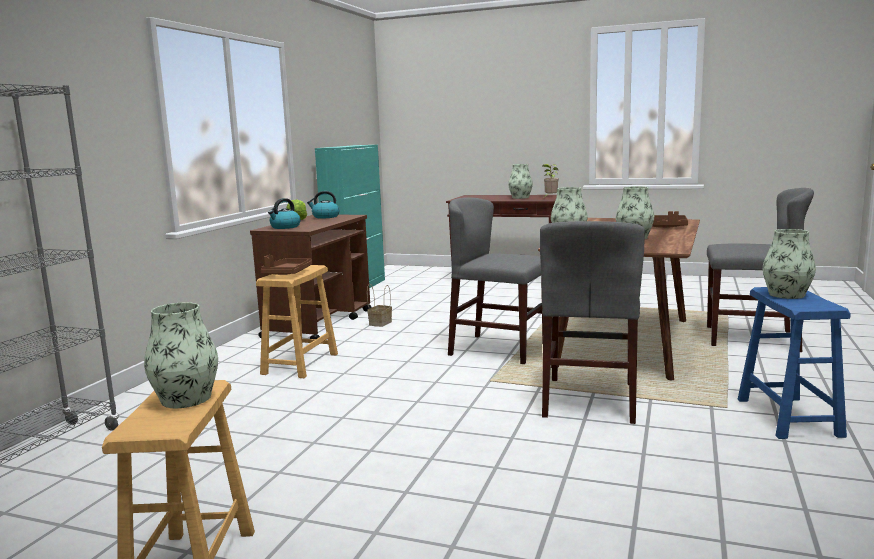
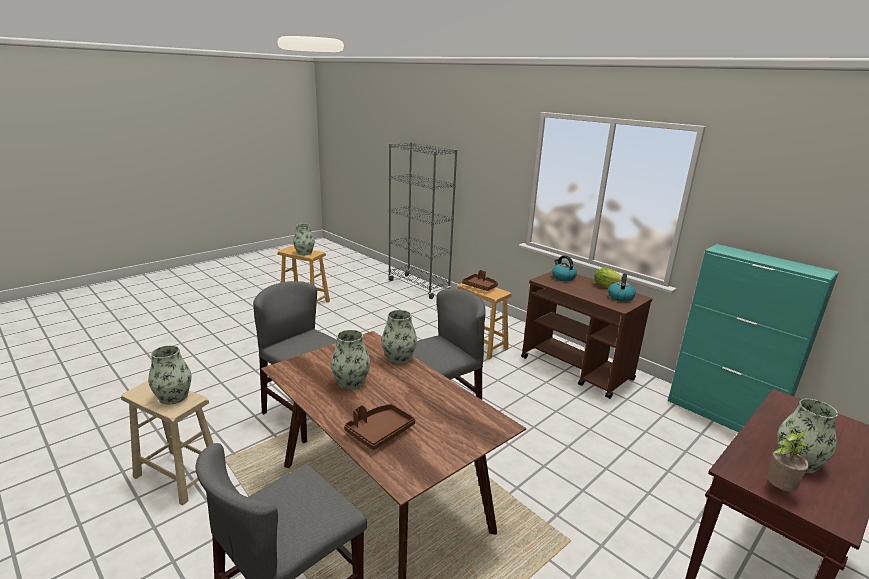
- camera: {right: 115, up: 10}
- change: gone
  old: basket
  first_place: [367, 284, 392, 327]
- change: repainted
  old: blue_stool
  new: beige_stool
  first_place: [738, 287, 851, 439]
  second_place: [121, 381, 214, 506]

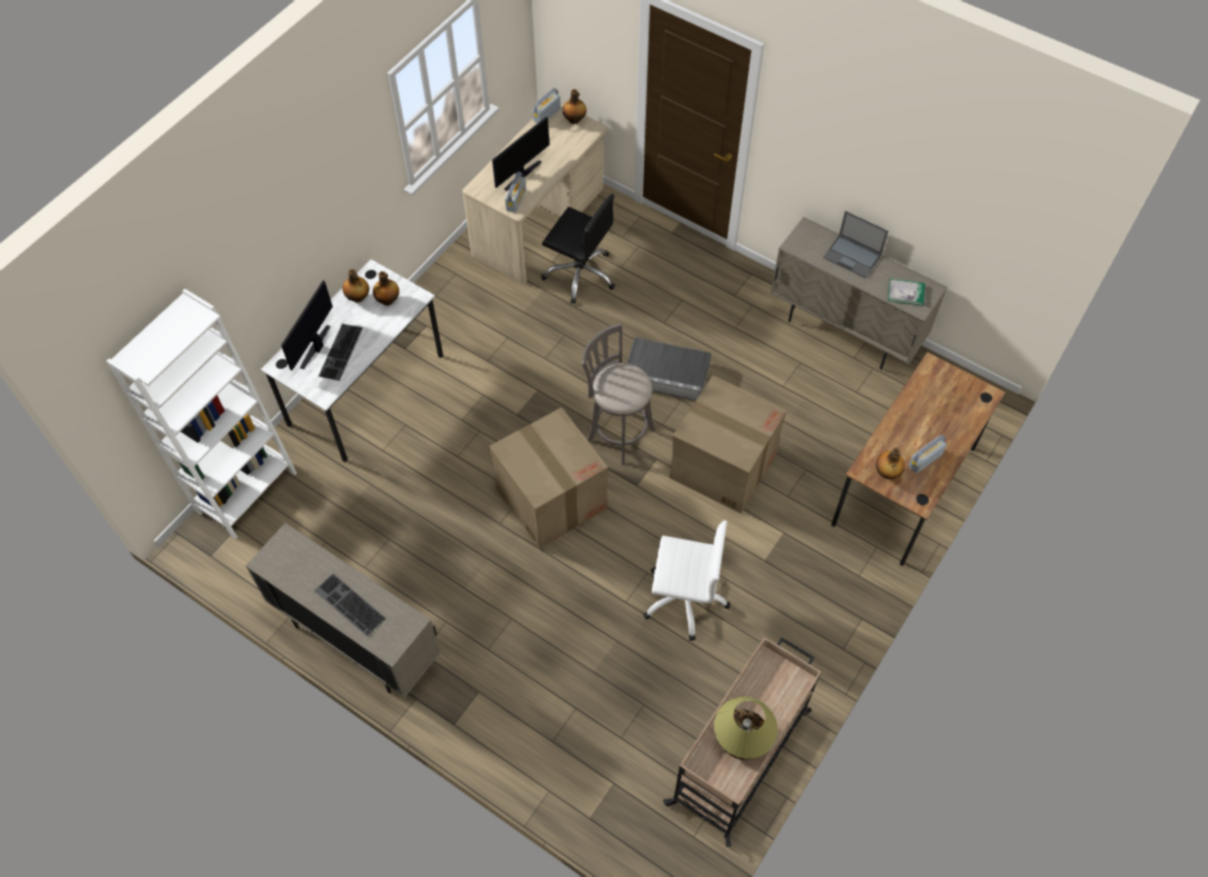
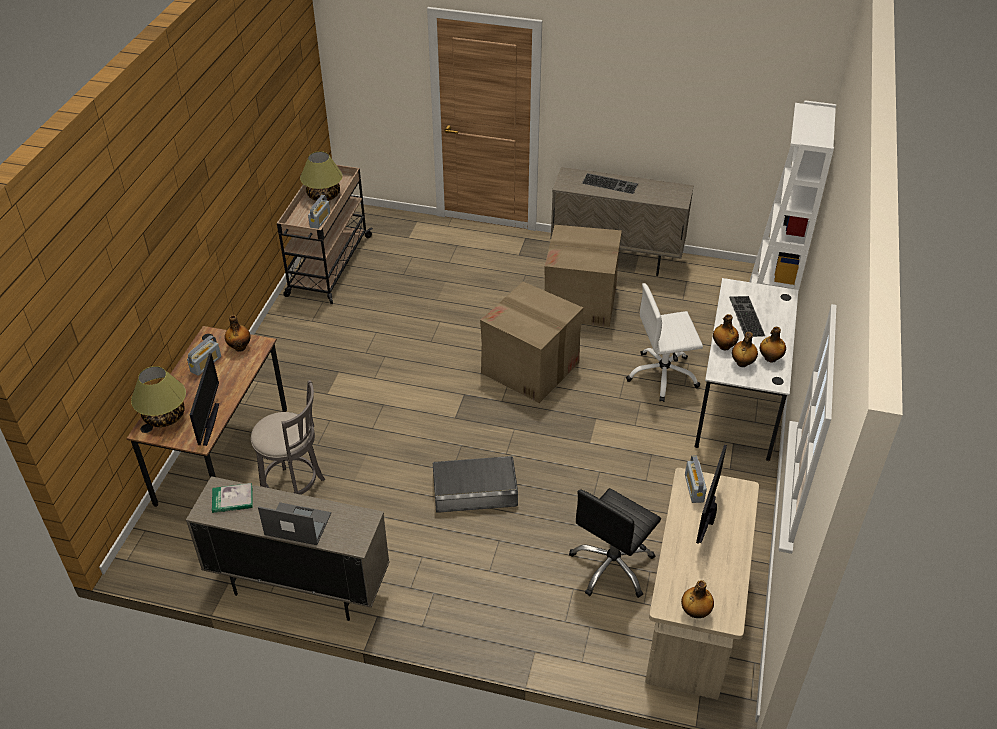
- camera: {right: 160, up: -15}
- change: shifted
  old: radio
  first_place: [533, 88, 561, 123]
  second_place: [308, 195, 330, 229]
- change: rotated
  old: black_office_chair
  first_place: [541, 194, 615, 304]
  second_place: [569, 488, 661, 598]
  degrees: -60
- change: shifted
  old: monitor
  first_place: [281, 281, 333, 370]
  second_place: [190, 353, 219, 446]
- change: shifted
  old: grey_stool
  first_place: [582, 324, 655, 465]
  second_place: [251, 380, 326, 495]
- change: shifted
  old: cardboard_box
  first_place: [669, 375, 787, 514]
  second_place: [545, 225, 622, 327]
- change: shifted
  old: white_office_chair
  first_place: [643, 520, 730, 641]
  second_place: [626, 283, 703, 402]
- change: new
  new: bottle
  second_place: [713, 314, 739, 350]
- change: new
  new: table_lamp
  second_place: [131, 366, 186, 427]

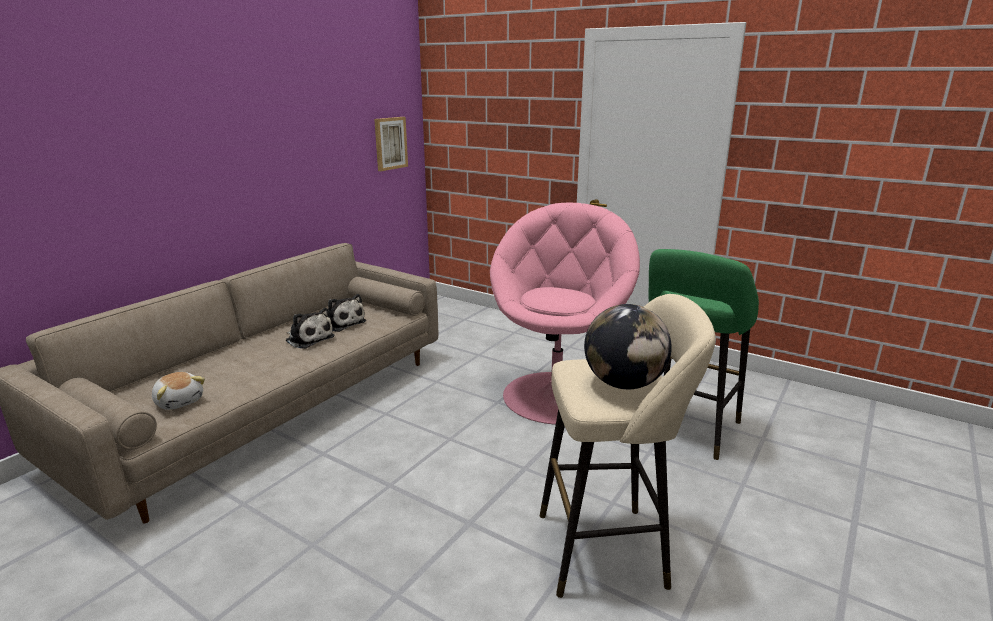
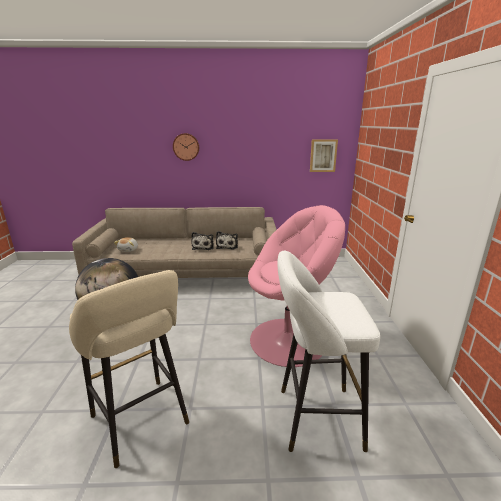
- camera: {right: 55, up: 0}
- change: repainted
  old: green_stool
  new: white_stool
  first_place: [649, 249, 759, 460]
  second_place: [277, 251, 380, 452]
- change: new
  new: wall_clock
  second_place: [173, 133, 199, 161]

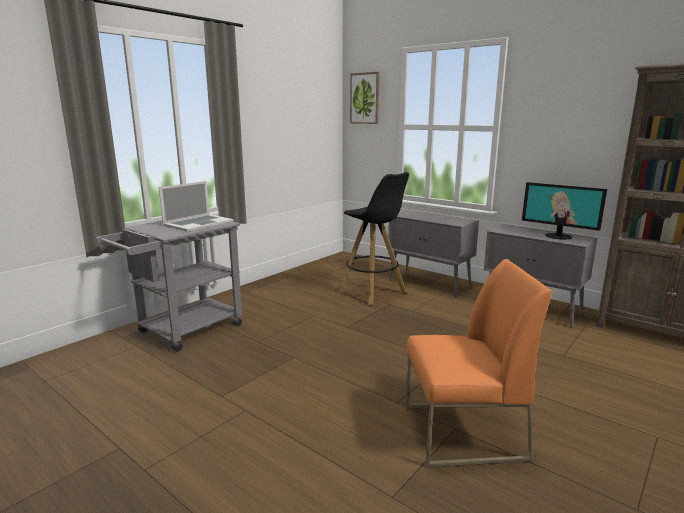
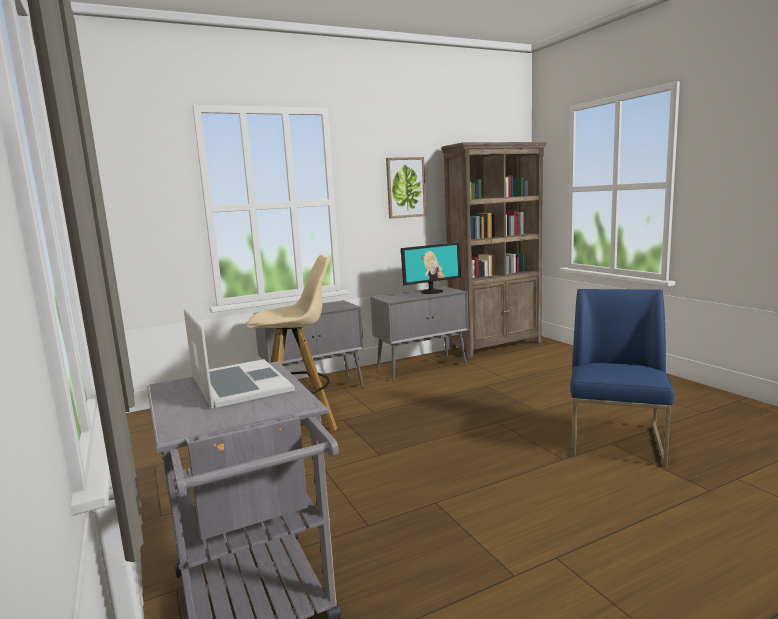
- camera: {right: -65, up: -5}
- change: shifted
  old: picture
  first_place: [350, 72, 380, 124]
  second_place: [386, 157, 426, 219]
- change: repainted
  old: black_stool
  new: beige_stool
  first_place: [338, 172, 409, 305]
  second_place: [247, 255, 337, 431]
- change: repainted
  old: orange_chair
  new: blue_chair
  first_place: [406, 259, 553, 467]
  second_place: [570, 289, 674, 467]

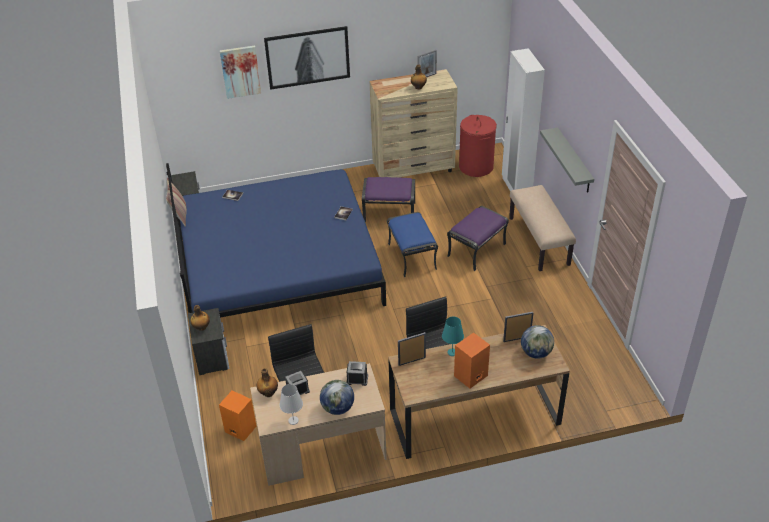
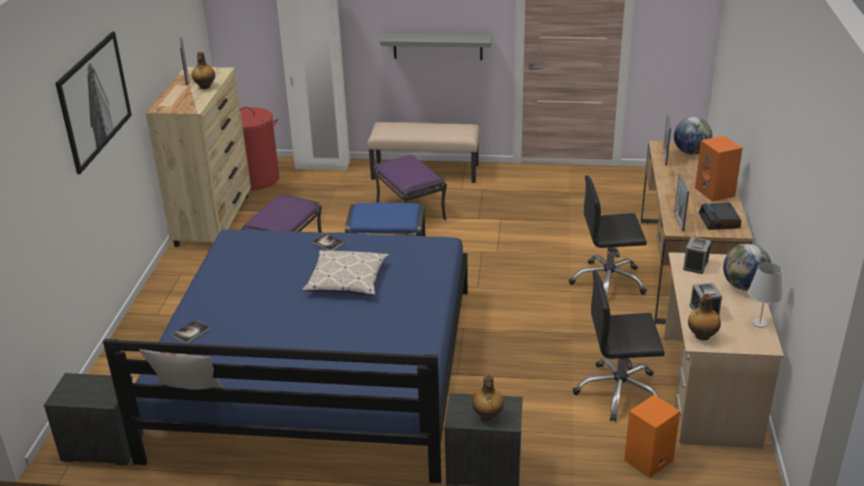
- camera: {right: -70, up: -10}
- change: gone
  old: picture
  first_place: [220, 45, 261, 99]
- change: gone
  old: turquoise_table_lamp
  first_place: [442, 317, 464, 356]
- change: new
  new: alarm_clock
  second_place: [699, 203, 742, 230]
- change: new
  new: pillow
  second_place: [303, 250, 389, 296]

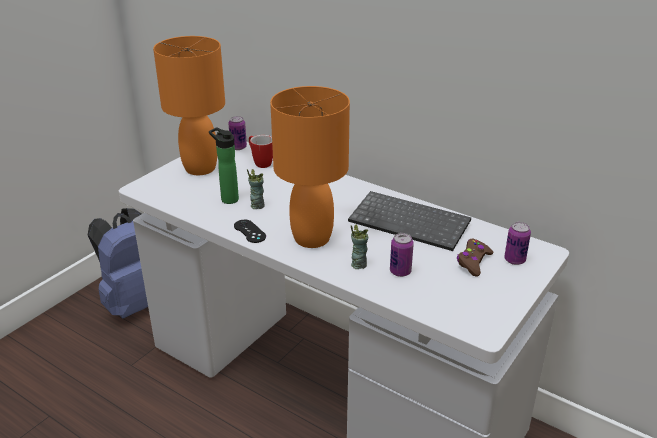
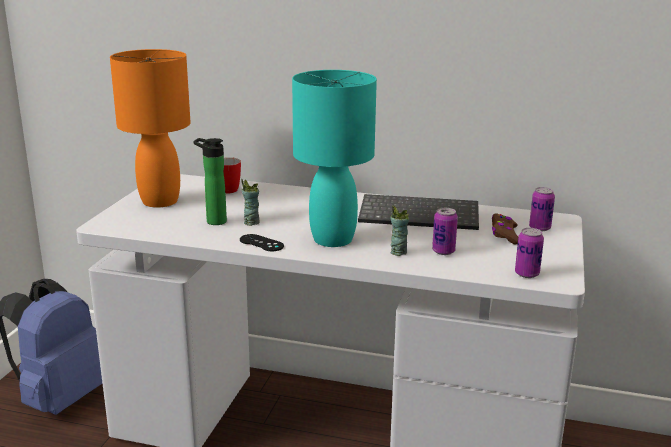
- camera: {right: -20, up: -10}
- change: repainted
  old: orange_table_lamp
  new: turquoise_table_lamp
  first_place: [270, 86, 350, 248]
  second_place: [292, 70, 377, 247]
- change: shifted
  old: can
  first_place: [228, 116, 247, 150]
  second_place: [515, 228, 544, 278]

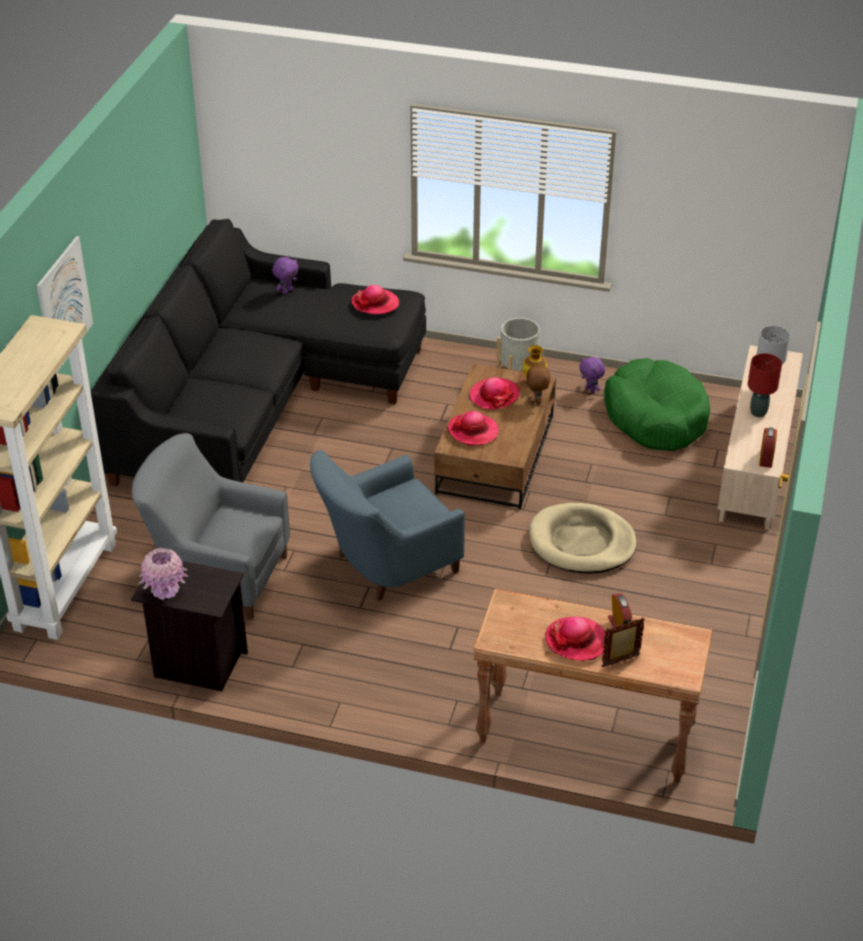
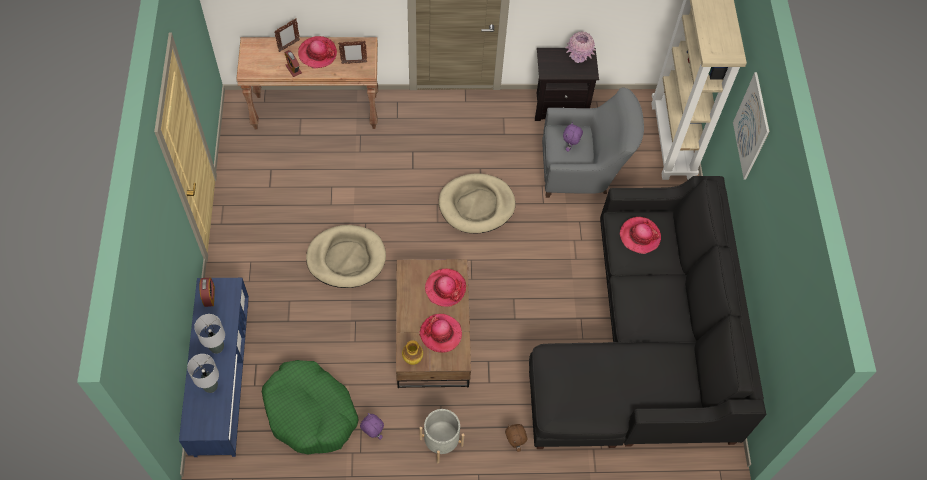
- camera: {right: 160, up: 20}
- change: shifted
  old: purple_plush_toy
  first_place: [272, 257, 299, 294]
  second_place: [563, 122, 583, 152]
- change: shifted
  old: hat
  first_place: [351, 285, 399, 314]
  second_place: [620, 217, 661, 254]
- change: repainted
  old: beige_tv_stand
  new: blue_tv_stand
  first_place: [718, 345, 803, 530]
  second_place: [179, 278, 249, 457]
- change: repainted
  old: red_table_lamp
  new: grey_table_lamp
  first_place: [748, 353, 782, 417]
  second_place: [194, 314, 225, 354]
- change: shifted
  old: brown_plush_toy
  first_place: [527, 364, 551, 405]
  second_place: [505, 424, 527, 452]
- change: swapped
  old: blue_armchair
  new: beige_dog_bed
  first_place: [310, 450, 465, 601]
  second_place: [439, 173, 516, 234]
- change: new
  new: picture_frame
  second_place: [338, 40, 367, 64]

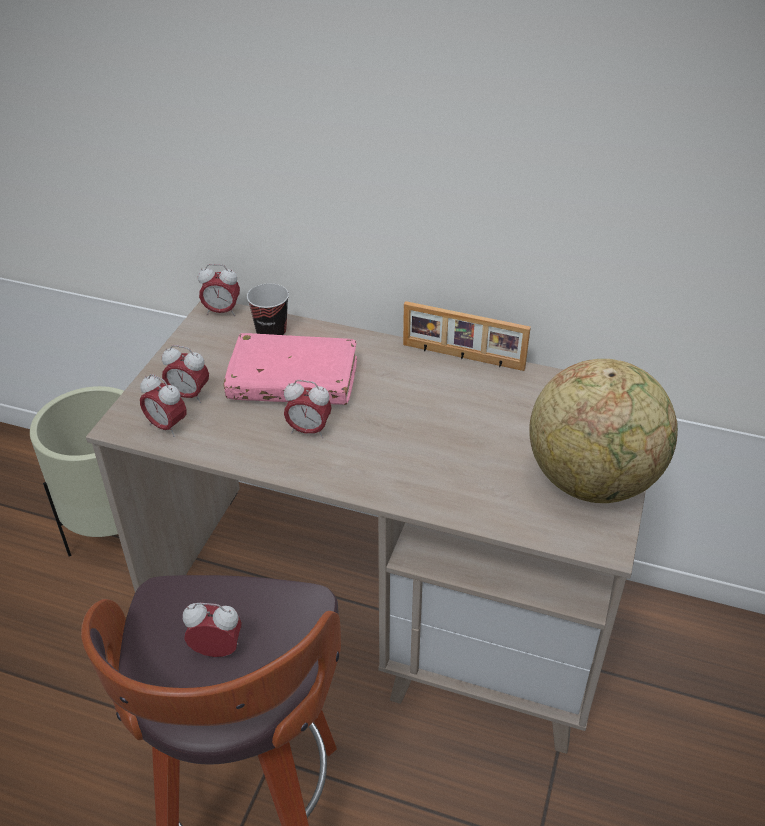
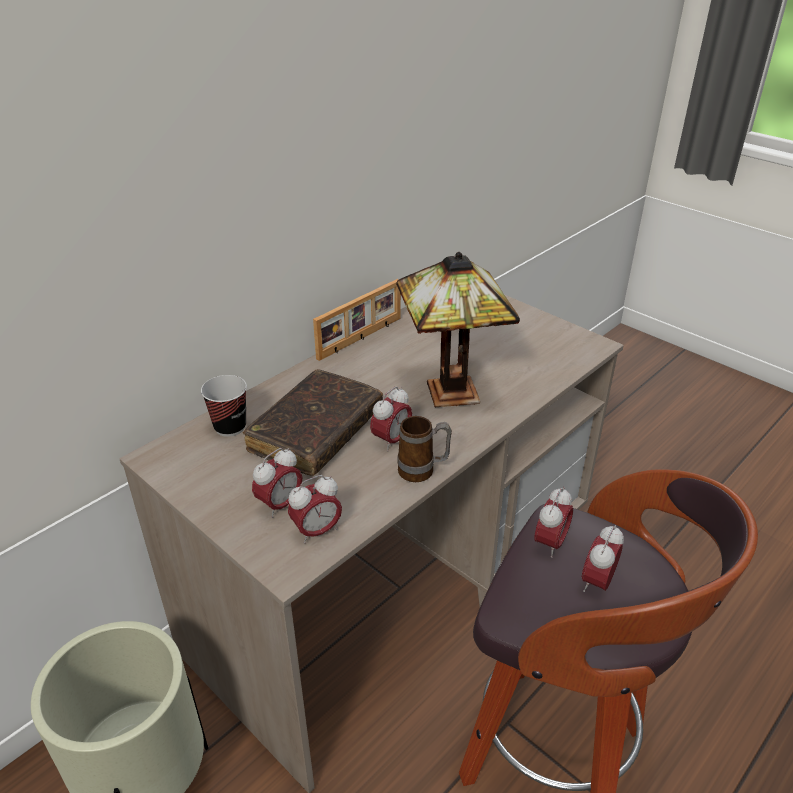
- camera: {right: -65, up: -5}
- change: shifted
  old: alarm_clock
  first_place: [198, 264, 240, 316]
  second_place: [534, 487, 573, 558]
- change: repainted
  old: pink_book
  new: brown_book
  first_place: [224, 333, 357, 405]
  second_place: [243, 369, 383, 476]
- change: gone
  old: globe
  first_place: [529, 359, 678, 503]
- change: new
  new: table_lamp
  second_place: [396, 252, 520, 407]
- change: new
  new: mug
  second_place: [397, 416, 452, 482]

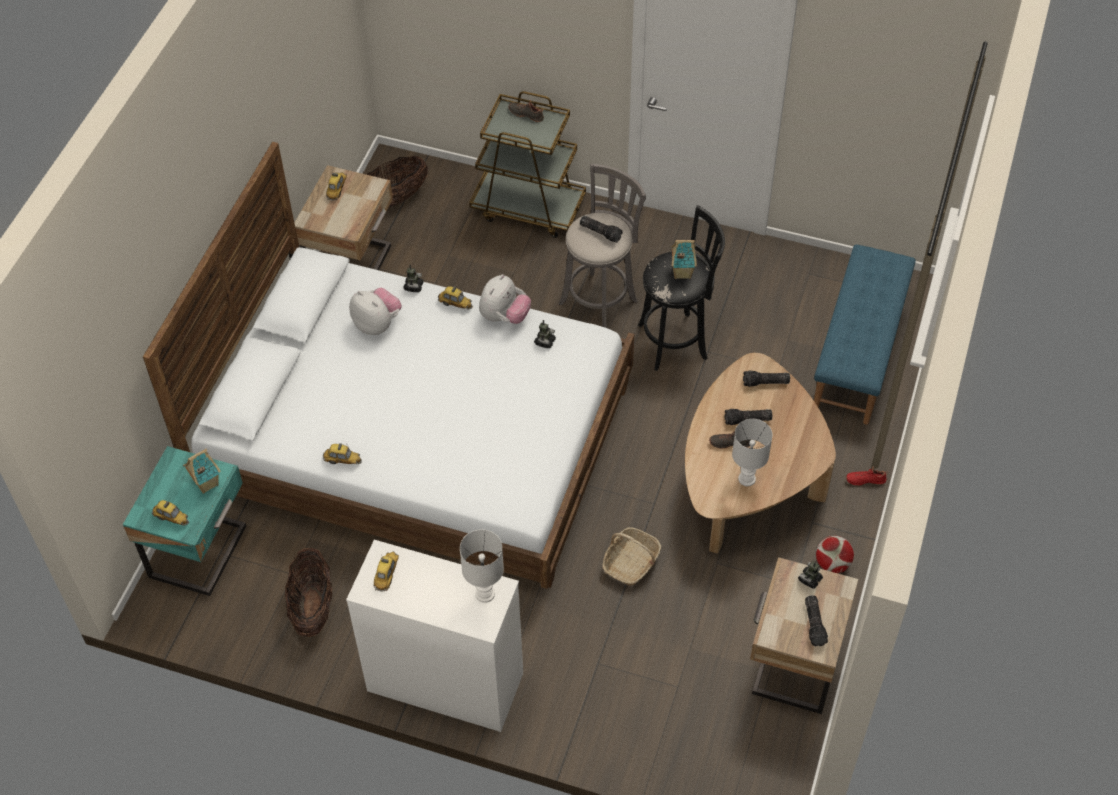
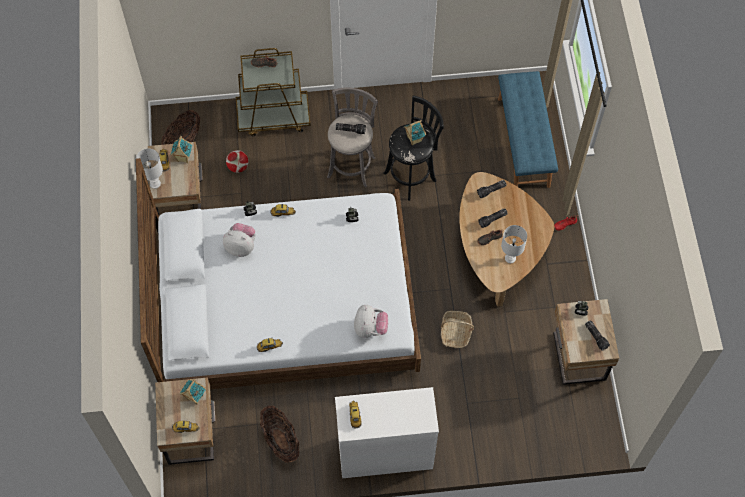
- camera: {right: -25, up: 10}
- change: shifted
  old: plush_toy
  first_place: [479, 274, 531, 324]
  second_place: [354, 305, 388, 338]
- change: repainted
  old: turquoise_nightstand
  new: beige_nightstand
  first_place: [123, 446, 246, 596]
  second_place: [155, 377, 215, 465]
- change: shifted
  old: white_table_lamp
  first_place: [460, 529, 504, 603]
  second_place: [136, 148, 163, 189]
- change: shifted
  old: football
  first_place: [816, 536, 854, 573]
  second_place: [226, 150, 249, 173]
- change: new
  new: toy_house
  second_place: [171, 136, 192, 163]

